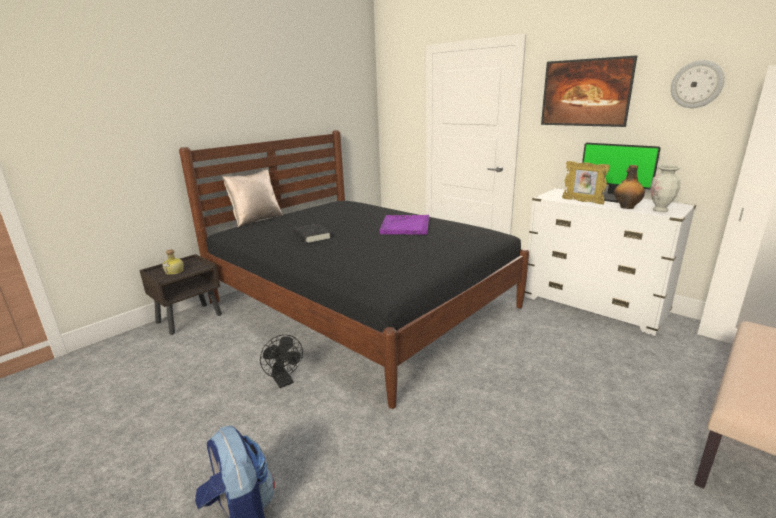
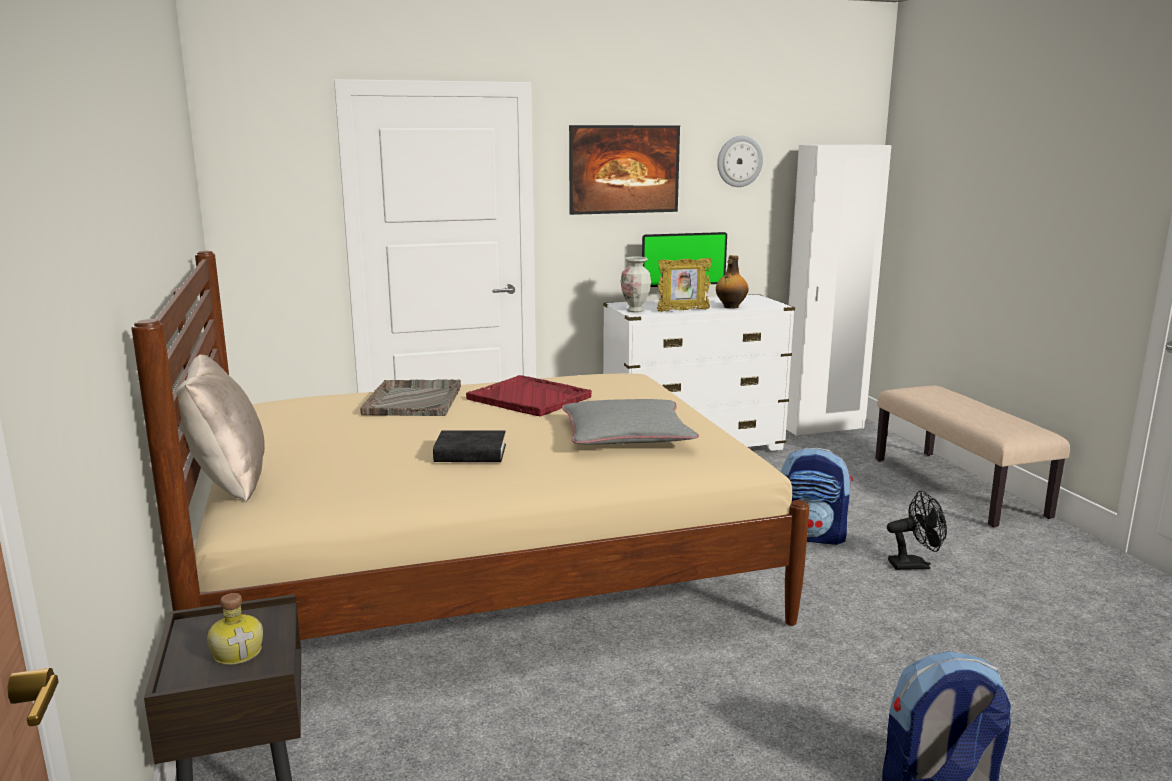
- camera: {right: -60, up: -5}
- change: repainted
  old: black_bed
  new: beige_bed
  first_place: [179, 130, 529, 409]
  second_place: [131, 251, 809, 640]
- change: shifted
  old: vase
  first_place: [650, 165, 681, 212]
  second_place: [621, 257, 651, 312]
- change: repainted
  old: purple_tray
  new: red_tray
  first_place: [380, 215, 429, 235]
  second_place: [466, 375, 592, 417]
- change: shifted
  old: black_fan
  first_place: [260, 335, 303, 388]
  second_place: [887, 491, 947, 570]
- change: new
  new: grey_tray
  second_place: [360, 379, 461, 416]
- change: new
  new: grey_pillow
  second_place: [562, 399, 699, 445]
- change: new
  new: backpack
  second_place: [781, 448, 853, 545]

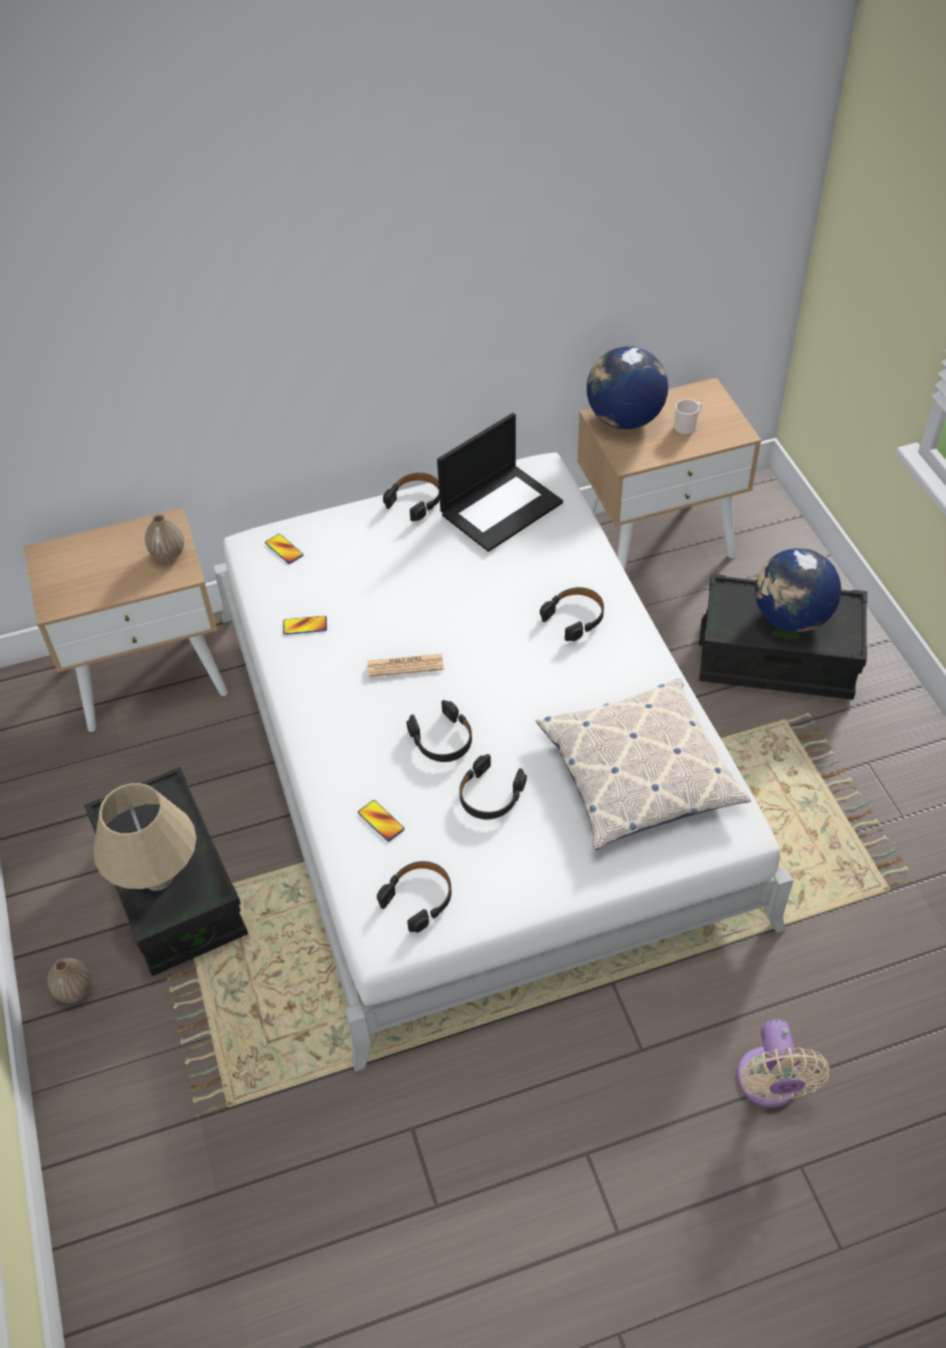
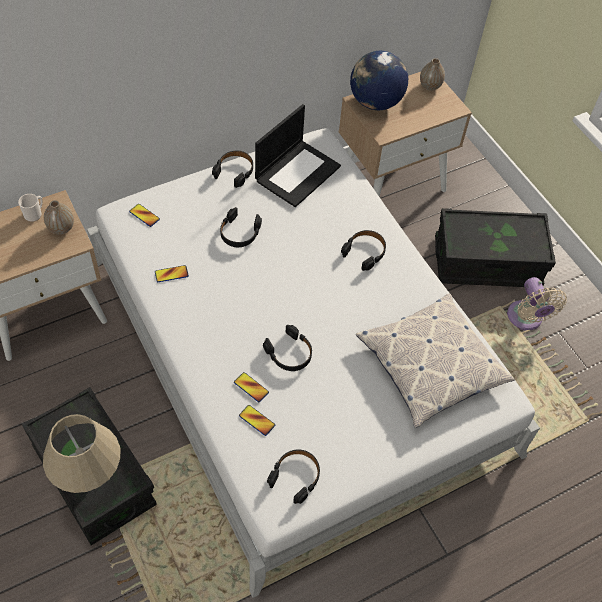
- camera: {right: -15, up: 5}
- change: shifted
  old: mug
  first_place: [674, 399, 702, 435]
  second_place: [18, 194, 43, 222]
- change: gone
  old: globe
  first_place: [755, 548, 841, 632]
- change: gone
  old: newspaper
  first_place: [368, 654, 444, 677]
- change: shifted
  old: black_headphones
  first_place: [459, 754, 527, 819]
  second_place: [220, 207, 262, 247]
- change: shifted
  old: vase
  first_place: [47, 958, 91, 1003]
  second_place: [420, 58, 445, 91]
- change: shifted
  old: beige_fan
  first_place: [737, 1019, 830, 1108]
  second_place: [507, 277, 567, 331]
- change: new
  new: phone
  second_place: [234, 372, 269, 402]

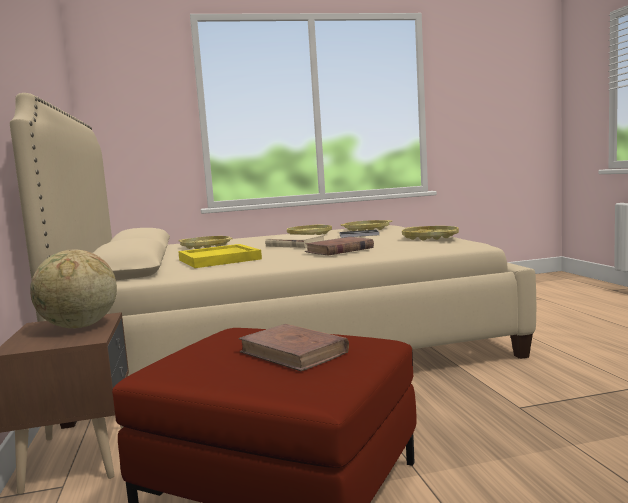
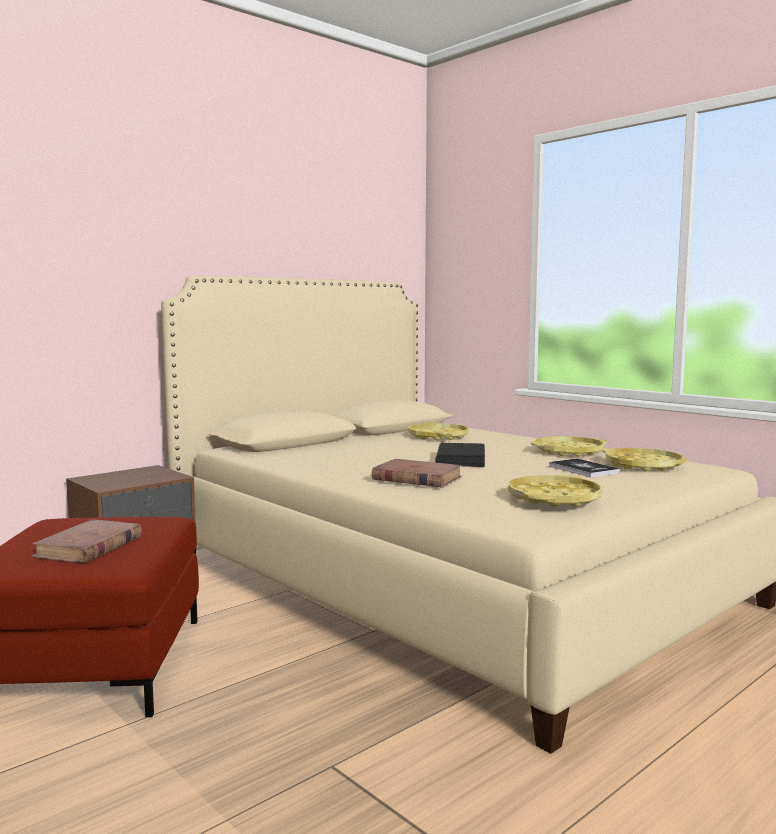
- camera: {right: 60, up: 0}
- change: repainted
  old: beige_book
  new: black_book
  first_place: [265, 234, 325, 248]
  second_place: [435, 443, 485, 467]
- change: gone
  old: yellow_tray
  first_place: [178, 244, 262, 268]
- change: gone
  old: globe
  first_place: [30, 249, 117, 328]

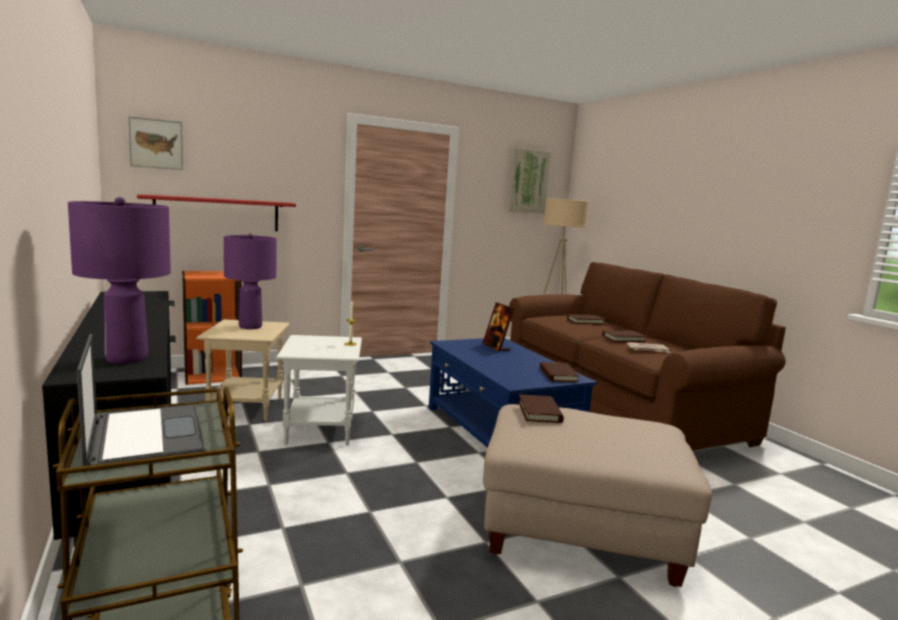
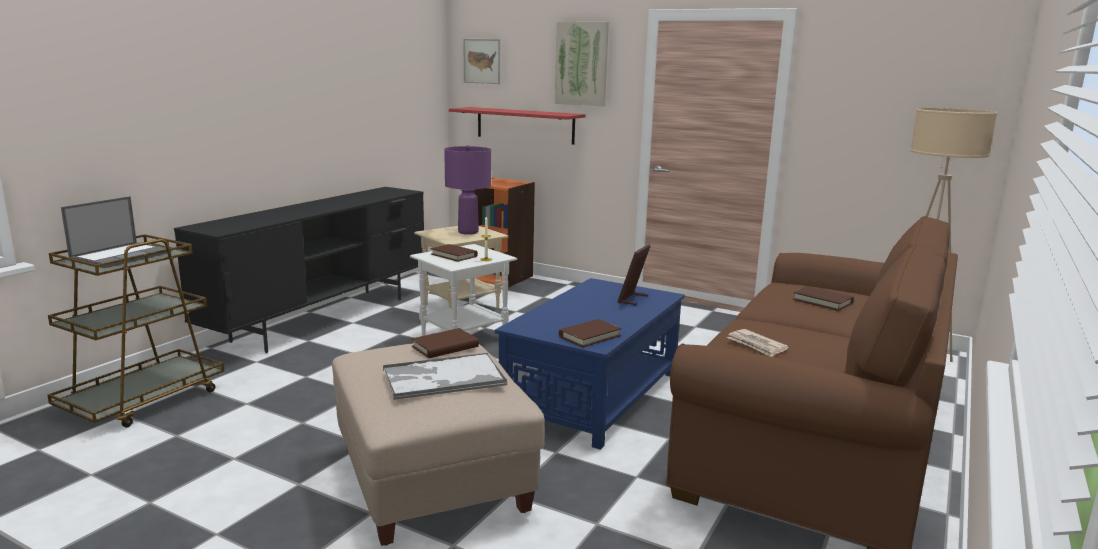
- camera: {right: 55, up: 5}
- change: shifted
  old: picture
  first_place: [508, 148, 551, 214]
  second_place: [555, 22, 609, 106]
- change: gone
  old: purple_table_lamp
  first_place: [68, 197, 171, 364]
- change: shifted
  old: brown_book
  first_place: [602, 331, 647, 342]
  second_place: [431, 244, 478, 262]
- change: new
  new: tray
  second_place: [383, 353, 507, 400]

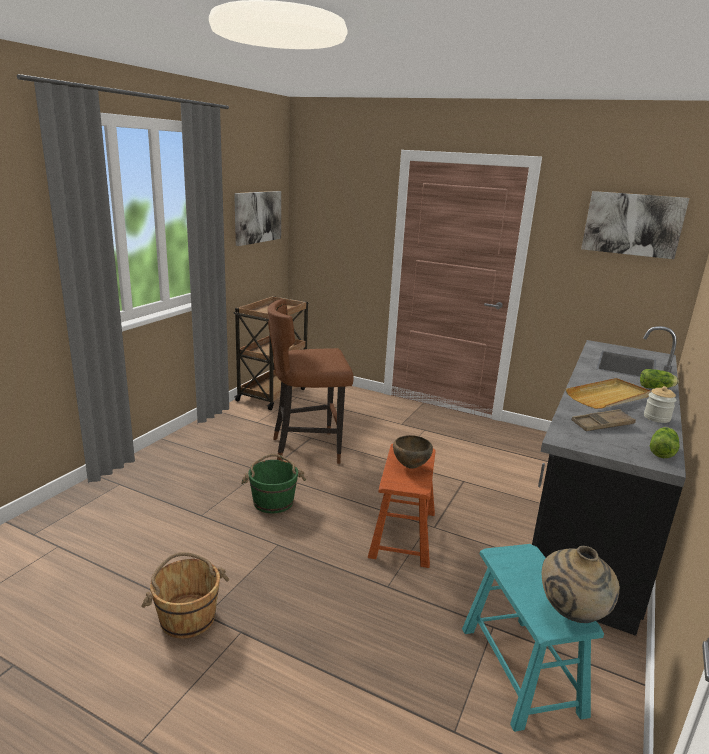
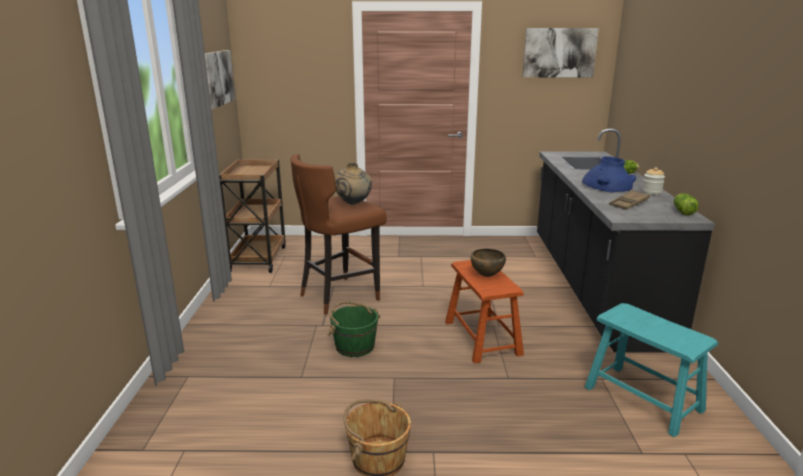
- camera: {right: -25, up: 0}
- change: swapped
  old: beige_tray
  new: blue_vase
  first_place: [566, 378, 651, 409]
  second_place: [582, 156, 636, 192]
- change: shifted
  old: beige_vase
  first_place: [542, 546, 620, 623]
  second_place: [334, 163, 372, 205]

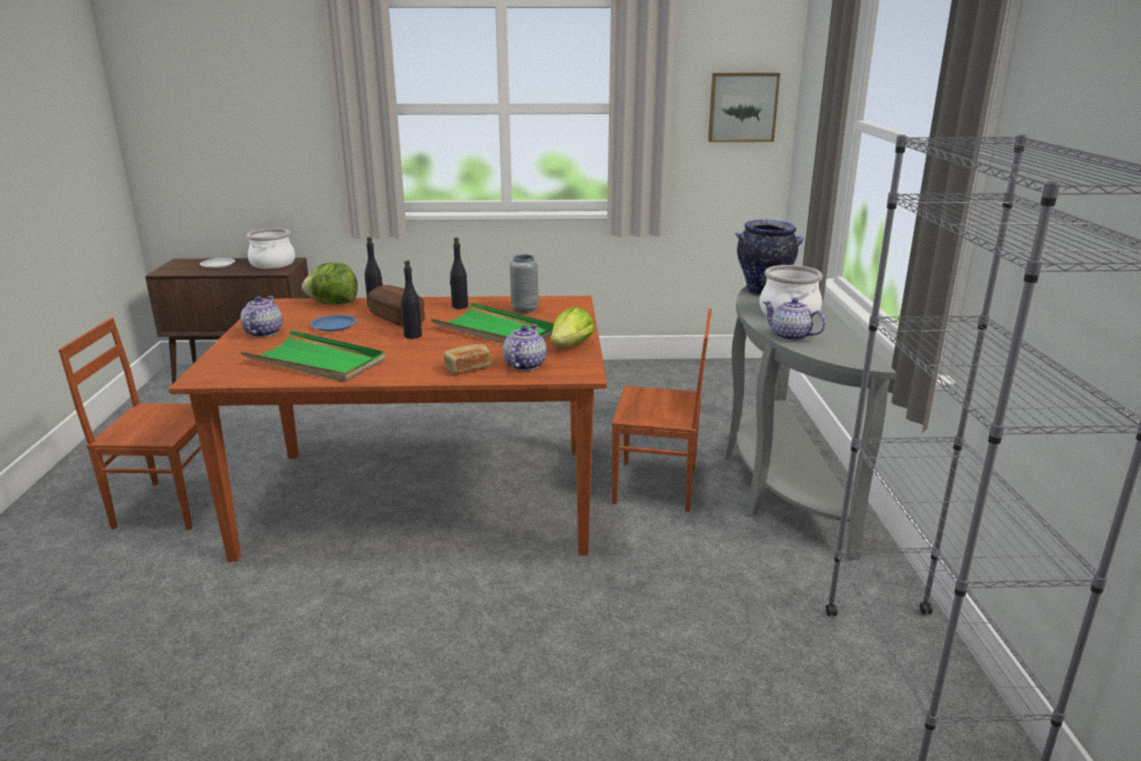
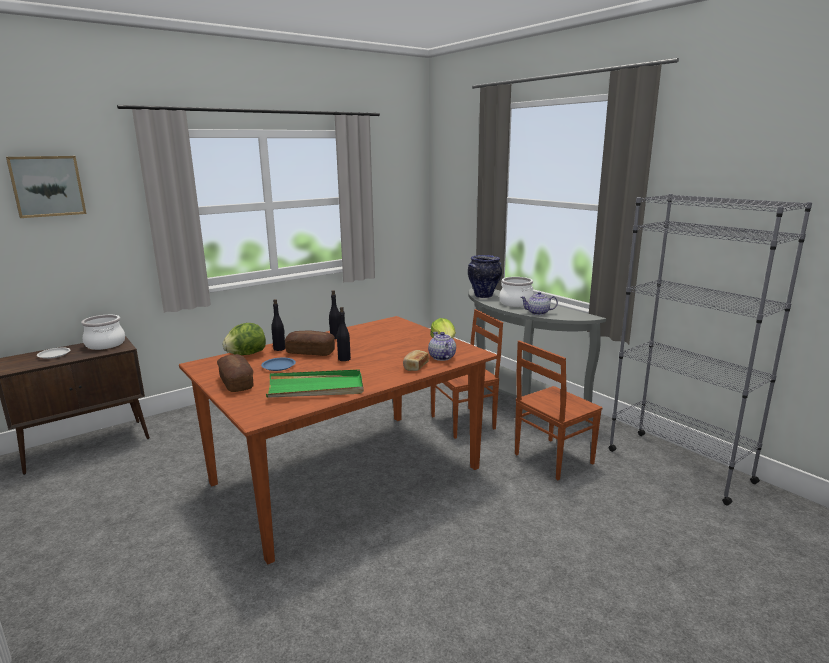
- camera: {right: -35, up: -5}
- change: shifted
  old: picture
  first_place: [708, 73, 780, 142]
  second_place: [6, 156, 86, 218]
- change: gone
  old: grey_vase
  first_place: [510, 254, 539, 313]
- change: swapped
  old: teapot
  new: bread
  first_place: [240, 296, 282, 337]
  second_place: [217, 354, 254, 392]
- change: gone
  old: green_tray
  first_place: [431, 302, 554, 344]
- change: shifted
  old: brown_chair
  first_place: [59, 318, 201, 530]
  second_place: [515, 340, 603, 480]

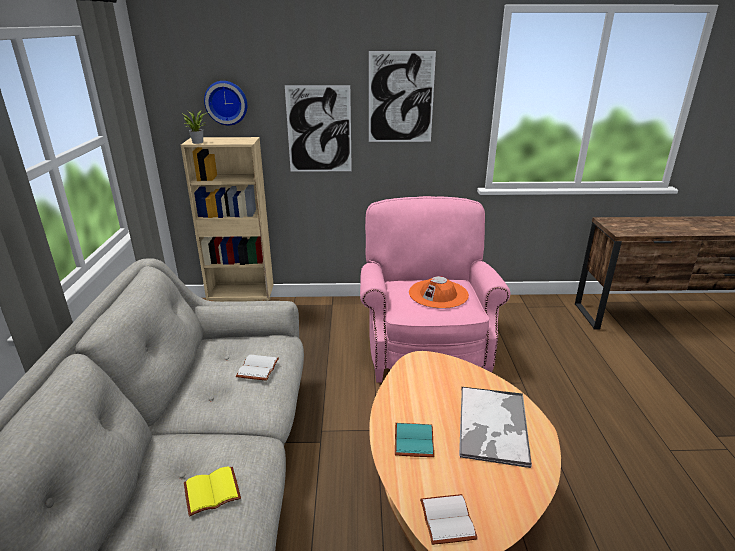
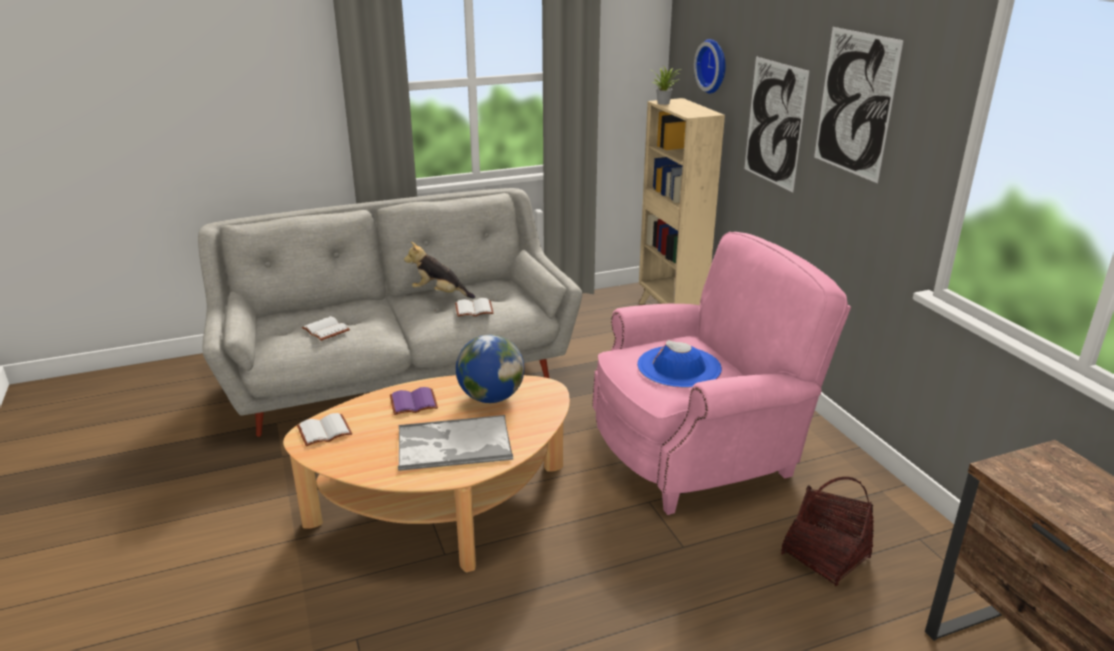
- camera: {right: 70, up: 0}
- change: repainted
  old: orange_hat
  new: blue_hat
  first_place: [409, 276, 469, 309]
  second_place: [637, 340, 722, 388]
- change: repainted
  old: turquoise_book
  new: purple_book
  first_place: [395, 423, 434, 457]
  second_place: [390, 387, 438, 415]
- change: repainted
  old: yellow_book
  new: white_book
  first_place: [184, 466, 241, 517]
  second_place: [302, 317, 350, 341]
- change: new
  new: plush_toy
  second_place: [404, 242, 475, 299]
- change: new
  new: globe
  second_place: [456, 335, 524, 403]
- change: new
  new: basket
  second_place: [781, 477, 874, 586]

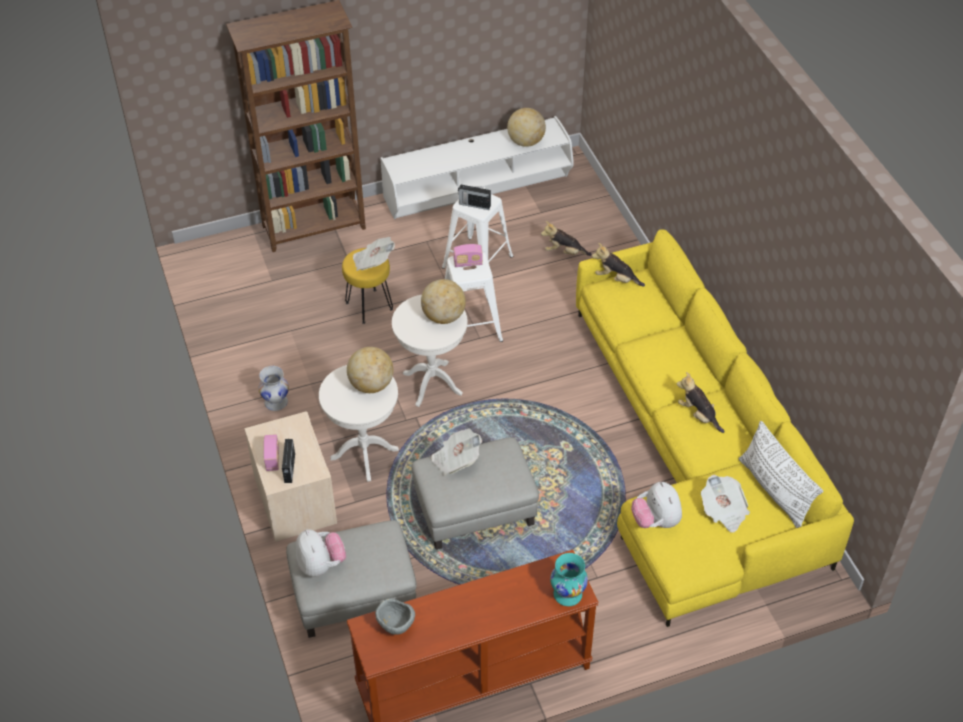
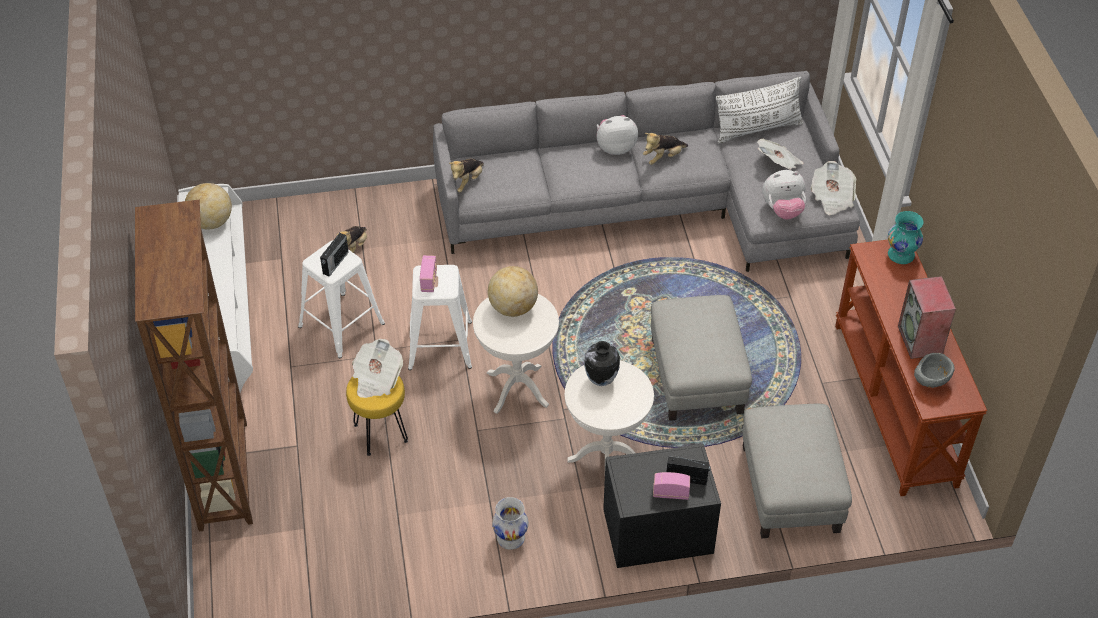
- camera: {right: -80, up: 0}
- change: repainted
  old: yellow_sofa
  new: grey_sofa
  first_place: [576, 229, 854, 627]
  second_place: [433, 71, 860, 272]
- change: swapped
  old: globe
  new: vase
  first_place: [347, 347, 394, 393]
  second_place: [584, 341, 620, 386]
- change: repainted
  old: beige_nightstand
  new: black_nightstand
  first_place: [244, 411, 337, 542]
  second_place: [603, 444, 721, 568]
- change: shifted
  old: newspaper
  first_place: [431, 428, 482, 476]
  second_place: [811, 161, 856, 215]
- change: shifted
  old: plush_toy
  first_place: [296, 529, 346, 577]
  second_place: [596, 115, 638, 155]
- change: new
  new: speaker
  second_place: [898, 276, 956, 359]

